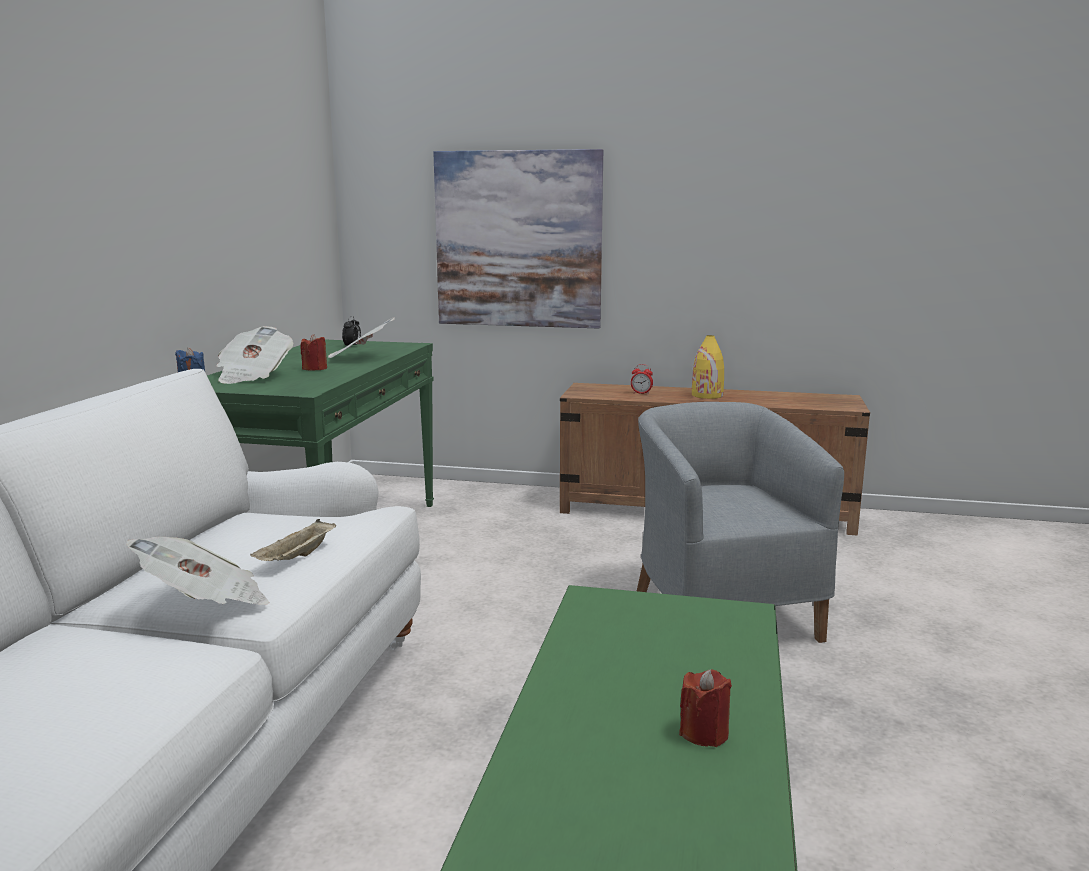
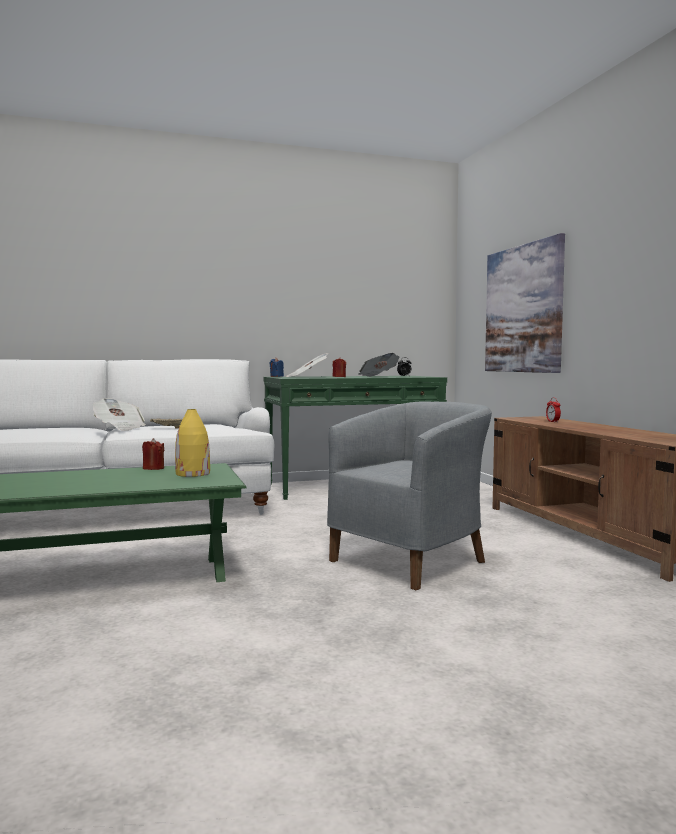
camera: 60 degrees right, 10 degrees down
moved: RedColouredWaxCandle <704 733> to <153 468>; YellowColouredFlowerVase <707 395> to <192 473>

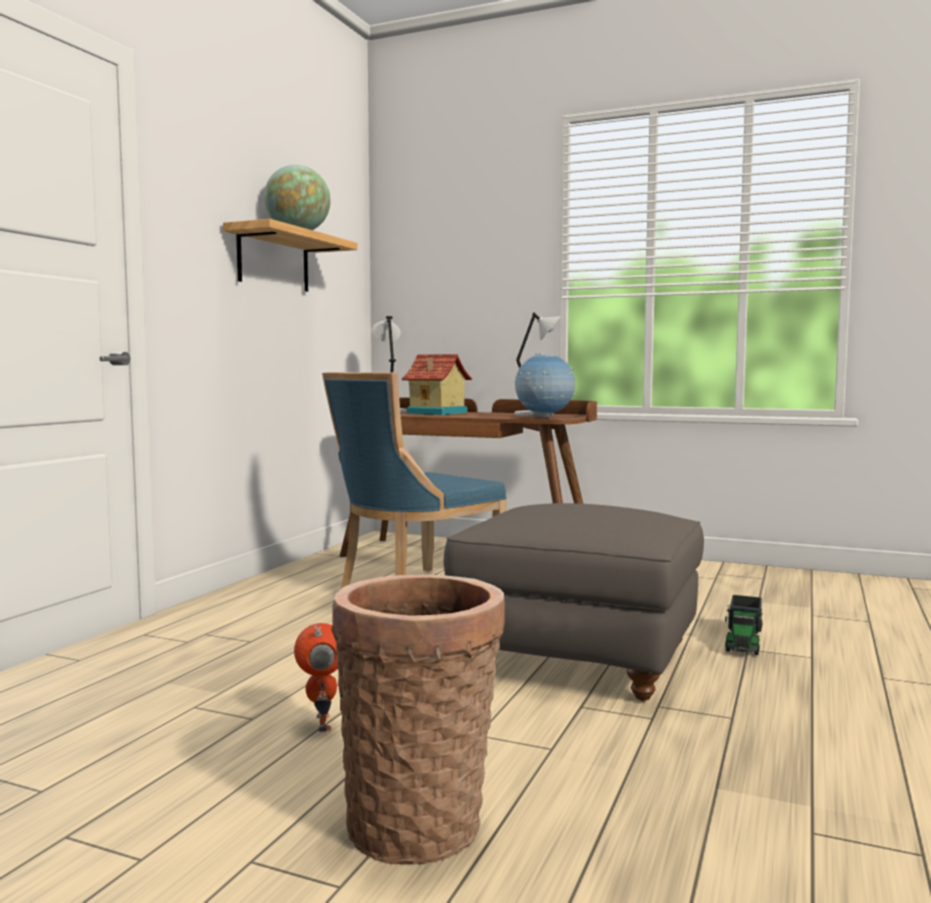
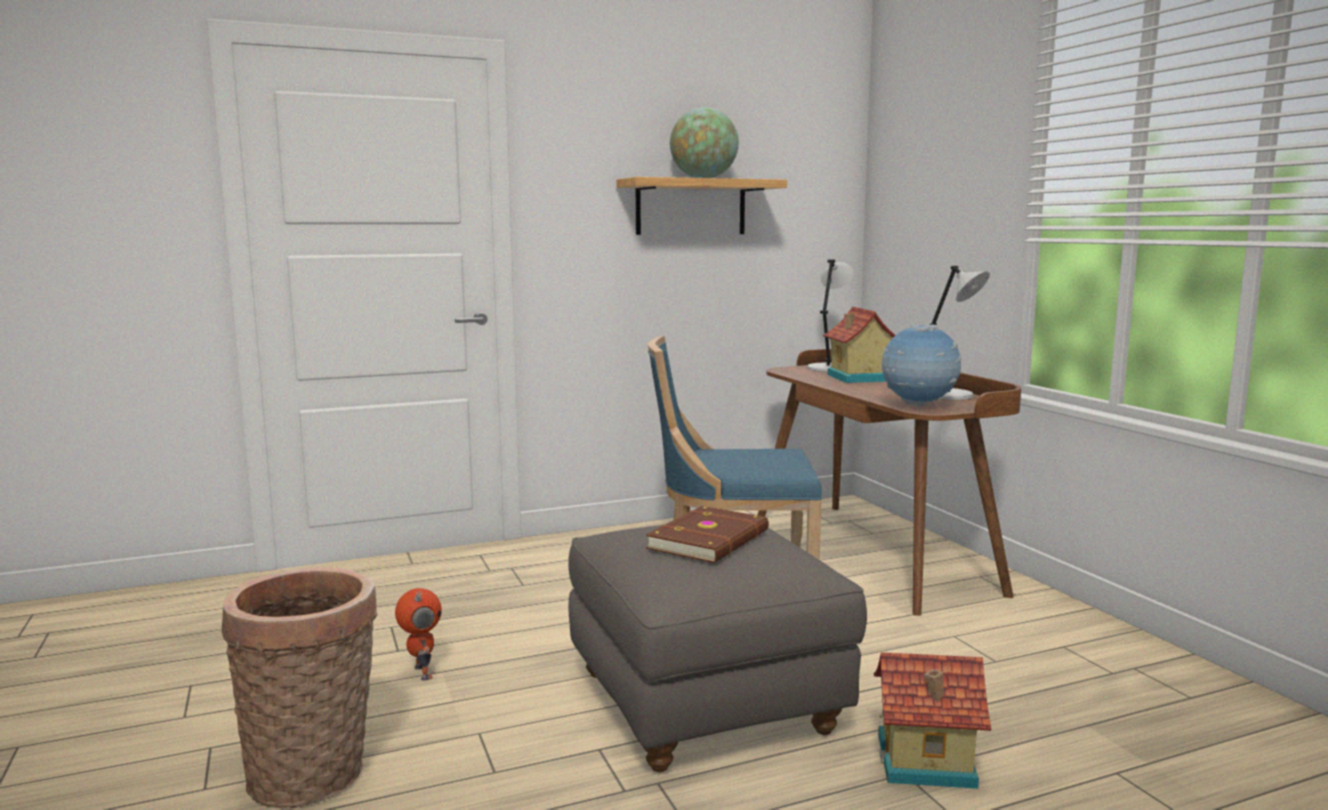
camera: 45 degrees right, 5 degrees up
added: BrownishBook <711 540>
replaced: ToyLorry <744 640> to ToyHouse <926 762>
turned: ModelRobot <321 723> = <421 673> 60 degrees counterclockwise

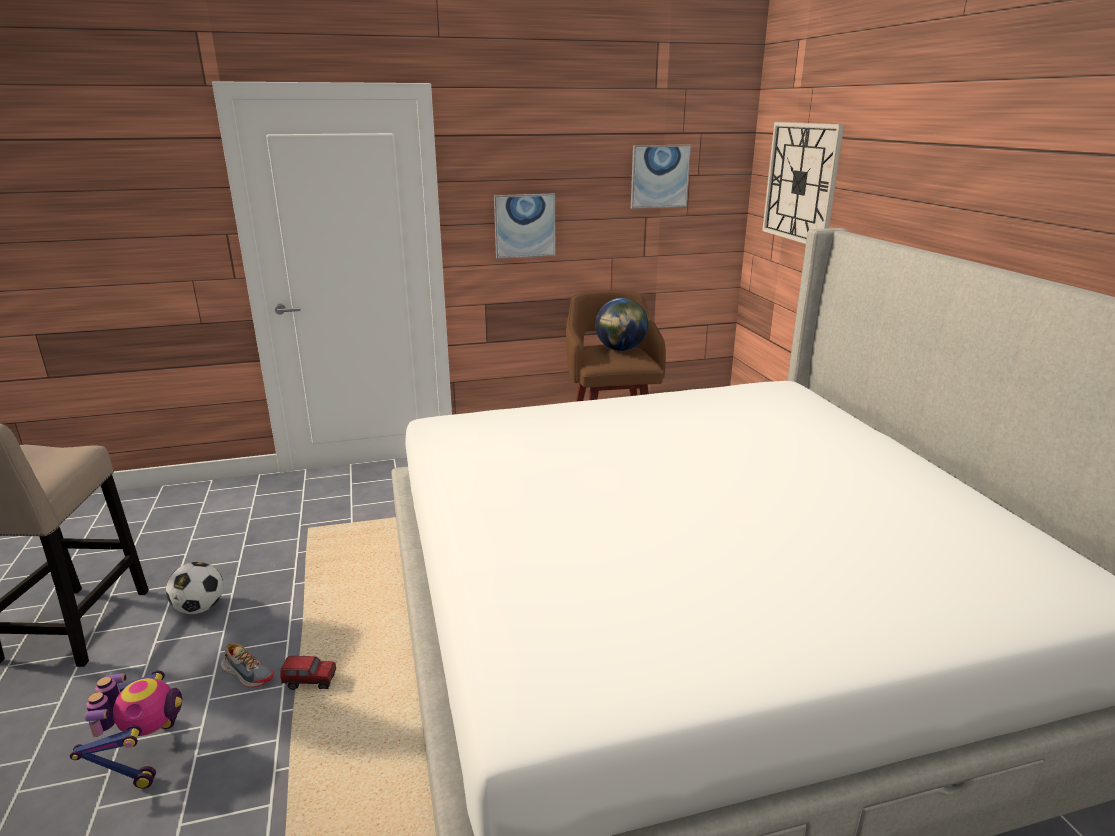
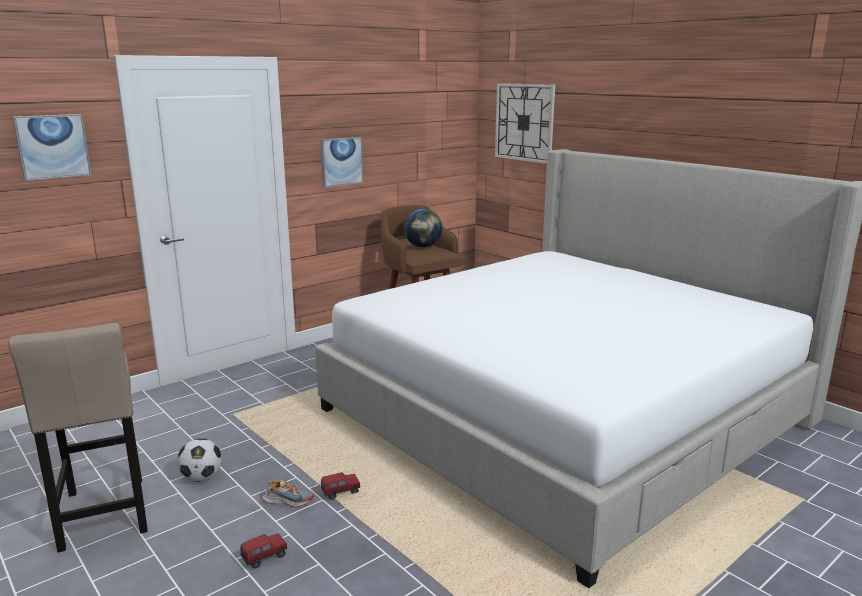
camera: 25 degrees left, 5 degrees down
moved: WallArt <659 176> to <52 146>
replaced: ModelRobot <145 754> to ToyLorry <264 558>

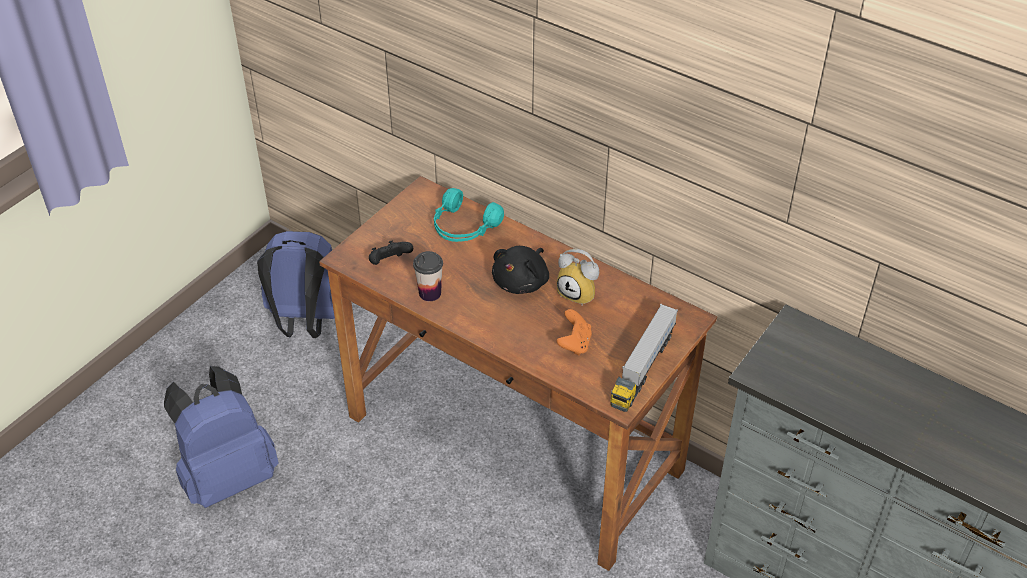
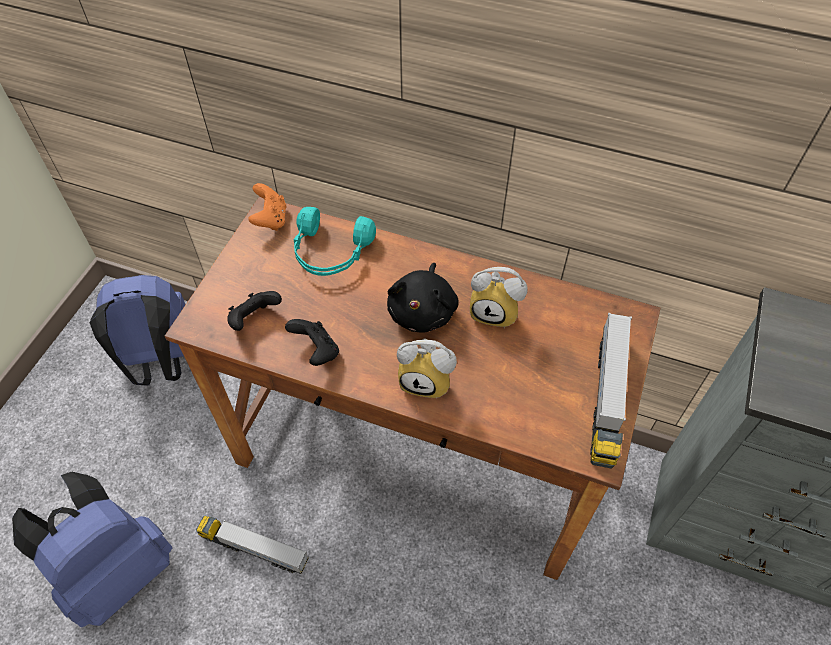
camera: 15 degrees left, 10 degrees up
added: ToyLorry <254 549>; TableClock <427 380>
moved: OrangeyGameController <574 344> to <270 219>
replaced: Cup <430 293> to BlackishGameController <316 351>

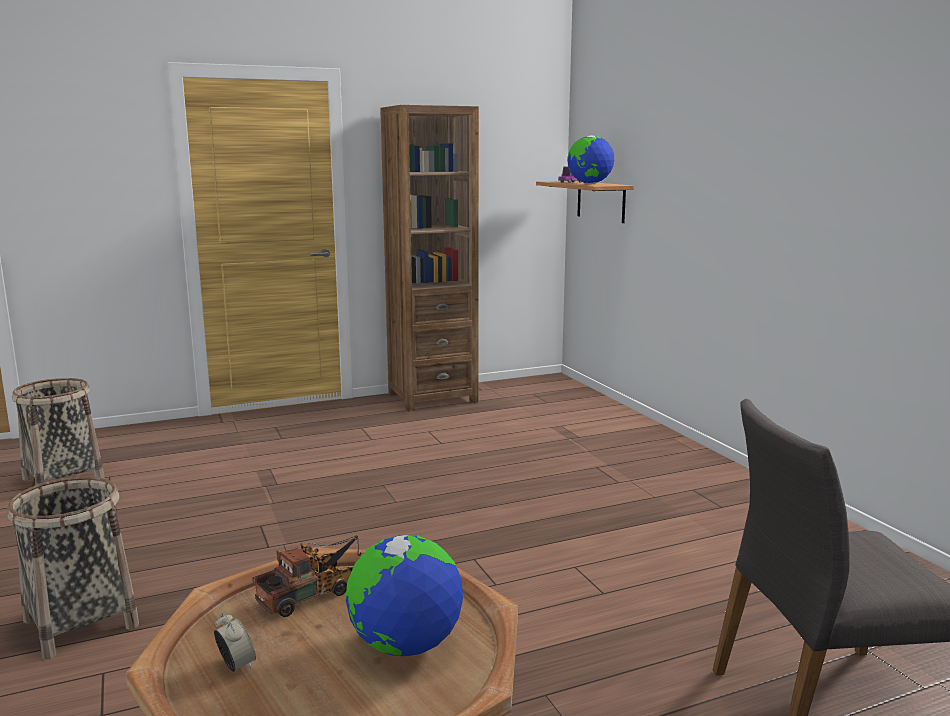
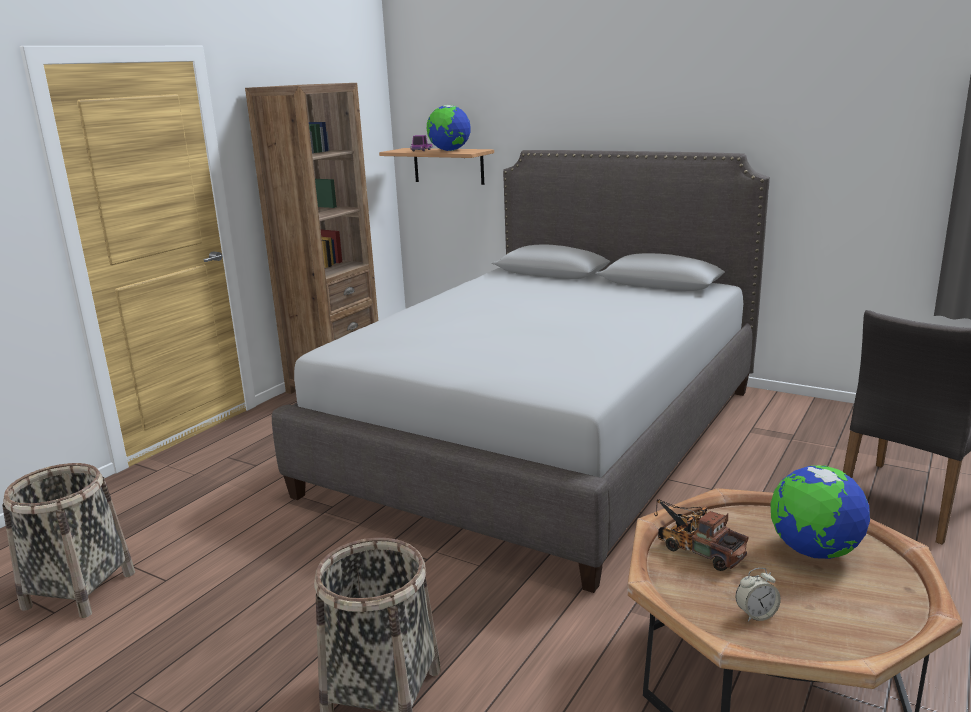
camera: 35 degrees left, 5 degrees up
added: GreyBed <545 438>
turned: TableClock <236 666> = <756 614> 150 degrees clockwise; ToyLorry <313 594> = <695 549> 60 degrees counterclockwise

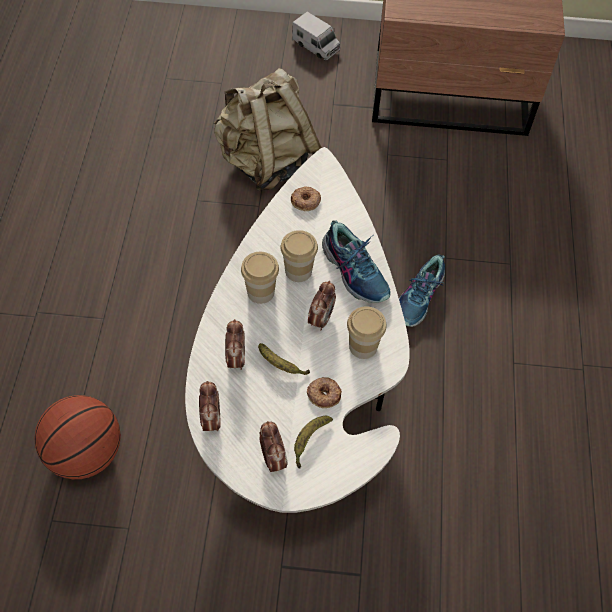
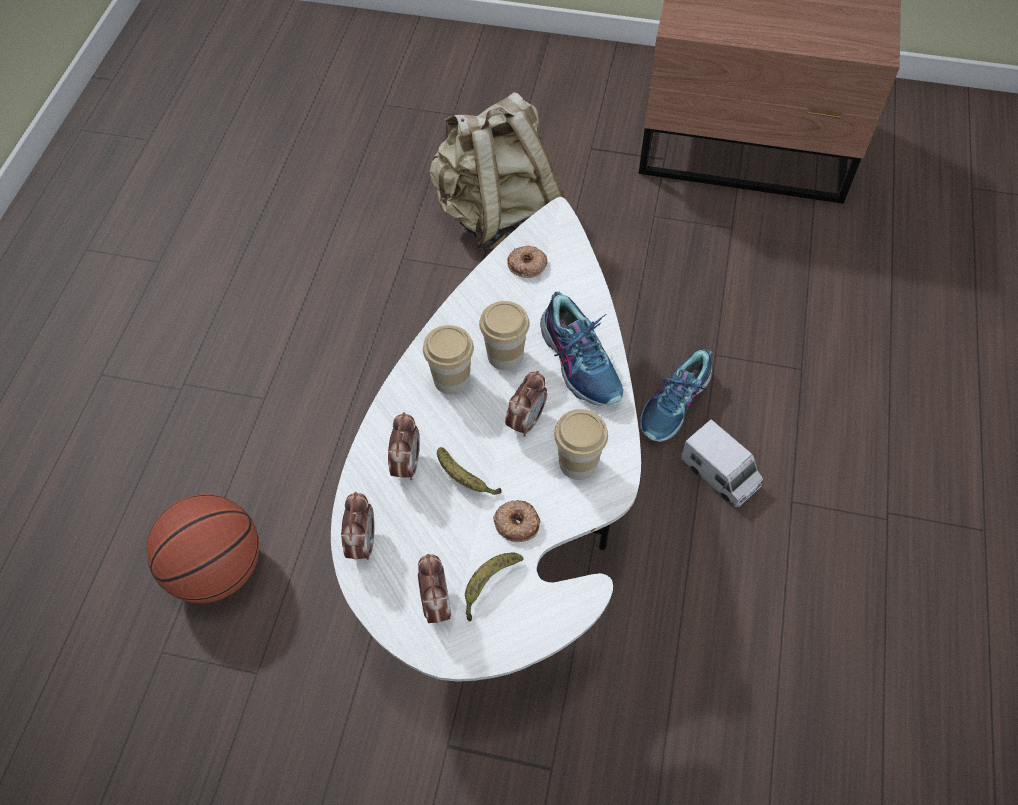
camera: 10 degrees right, 0 degrees up
moved: ToyLorry <316 46> to <719 474>

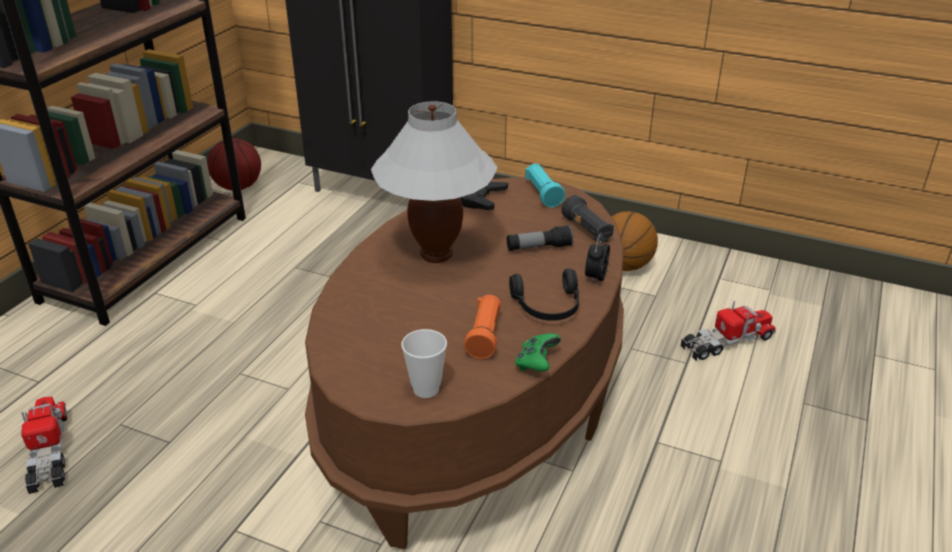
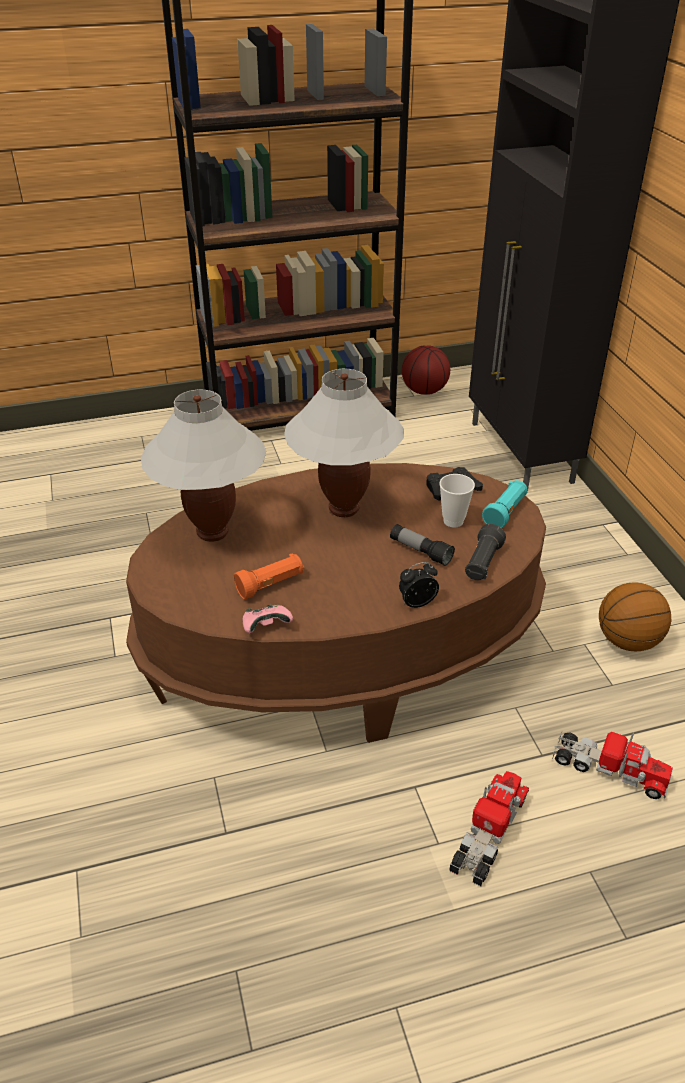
camera: 50 degrees right, 5 degrees up
removed: BlackishHeadphones <547 307>
added: WhiteTabletopLamp <213 532>
moved: ToyLorry <49 451> to <489 833>; Cup <426 389> to <453 521>
recoloured: GreenishGameController <536 363> to PinkColouredGameController <266 627>

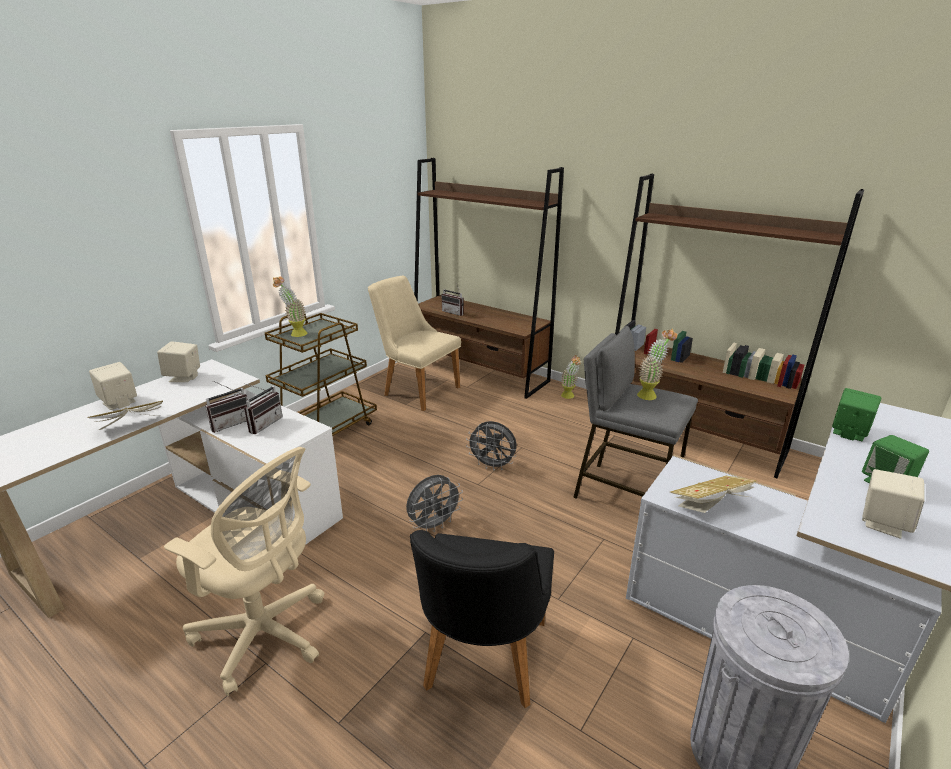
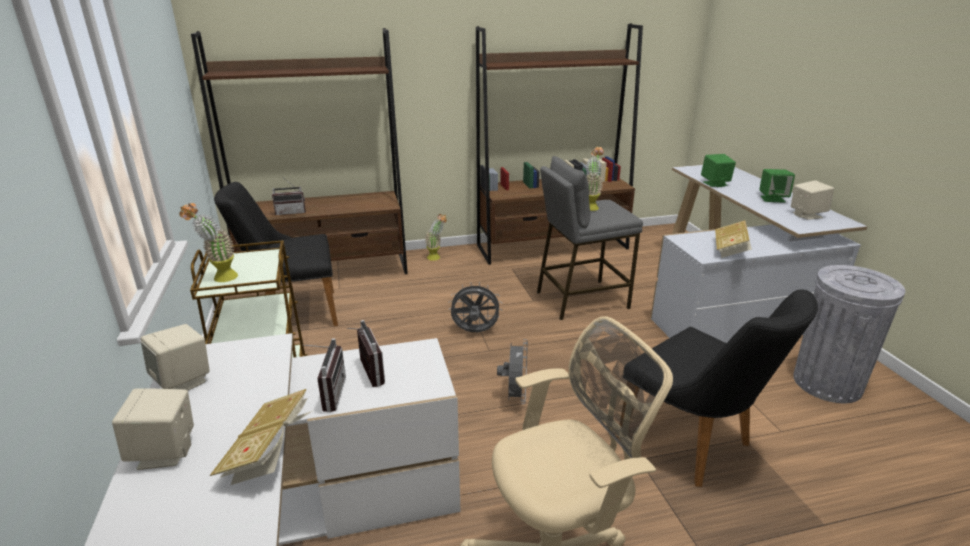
camera: 50 degrees left, 0 degrees up
recoloured: BeigeUprightChair <415 389> to BlackishUprightChair <293 313>
turned: GreyElectricFan <492 466> = <475 332> 150 degrees counterclockwise

